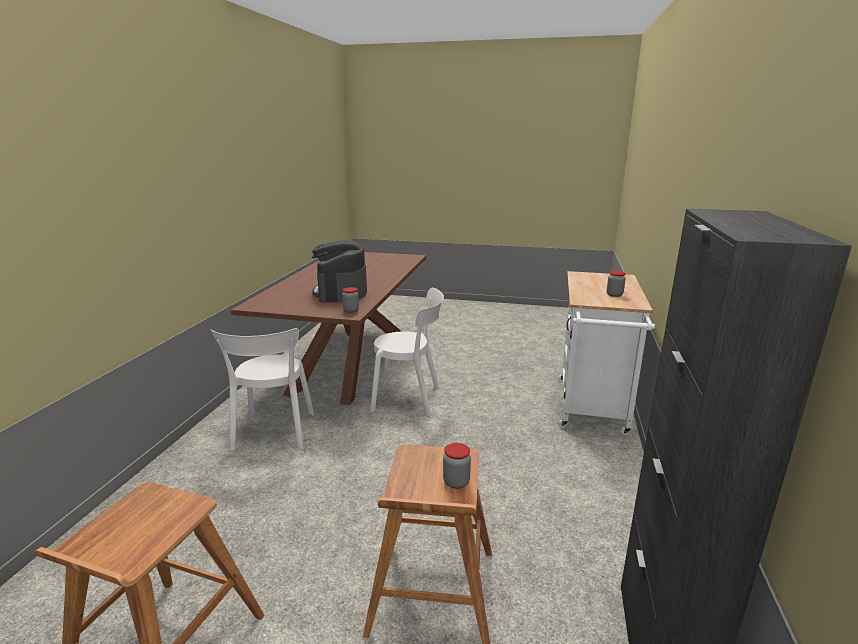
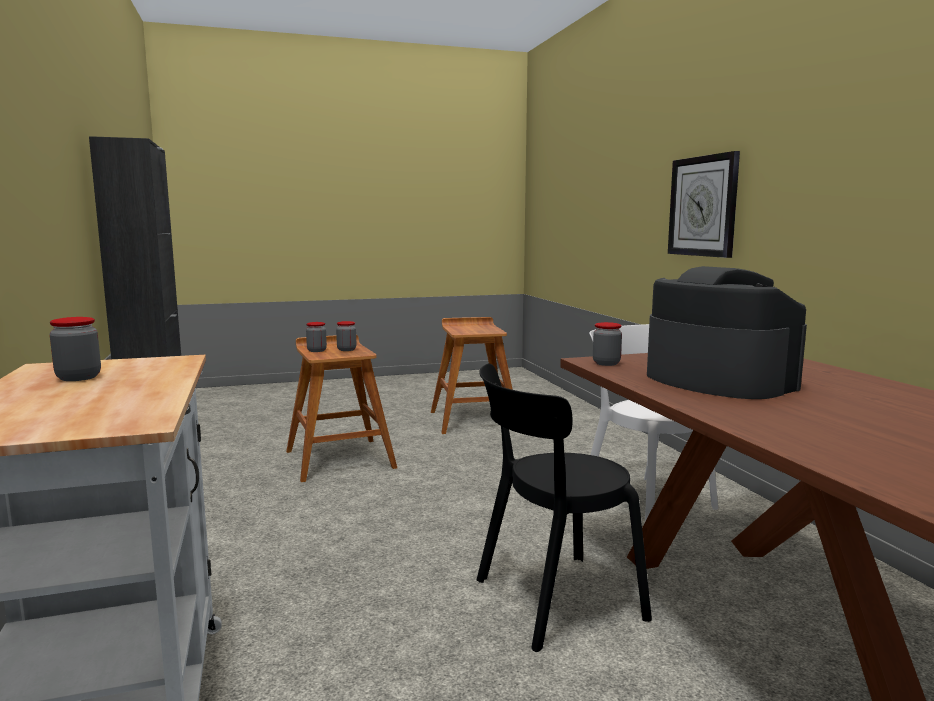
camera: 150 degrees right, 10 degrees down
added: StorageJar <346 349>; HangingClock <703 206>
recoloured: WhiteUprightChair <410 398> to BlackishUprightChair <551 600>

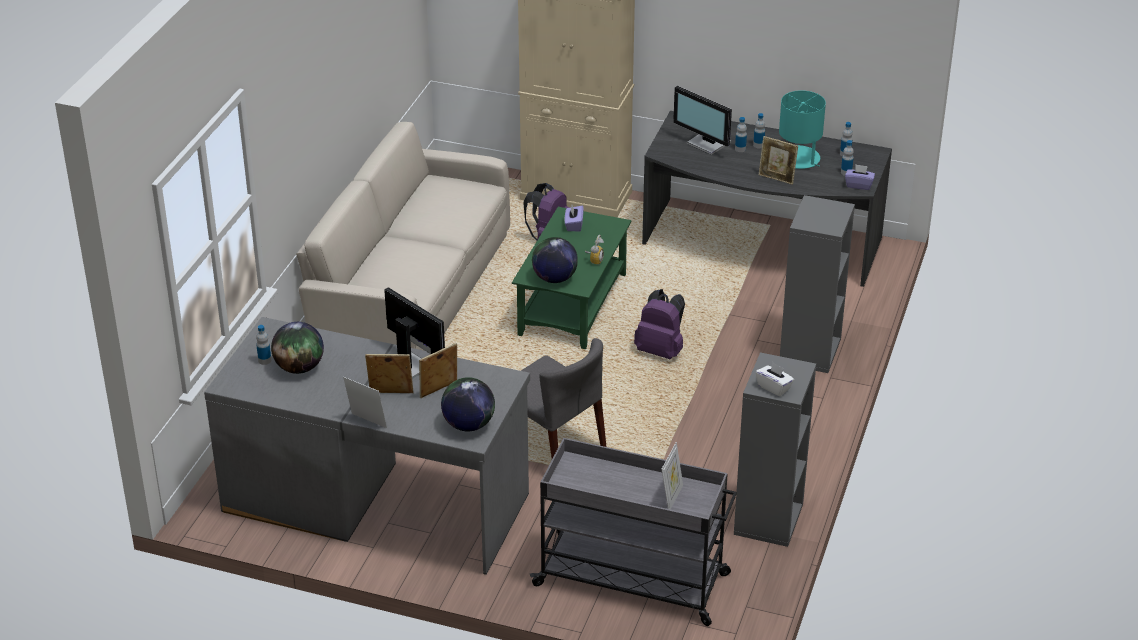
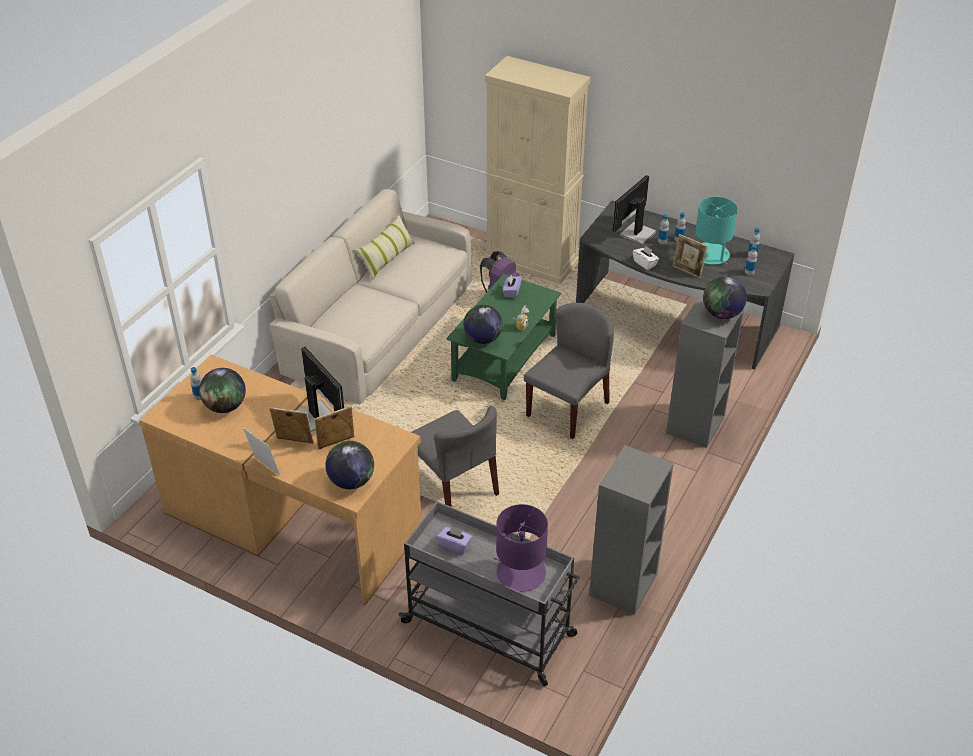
camera: 10 degrees right, 5 degrees up
added: ThrowPillow <387 259>; DeskGlobe <722 314>
moved: WhiteBoxOfTissues <774 387> to <645 263>; PurpleColouredBoxOfTissues <859 185> to <455 545>
replaced: PurpleColouredRucksack <661 350> to GreyUprightChair <567 409>; StandingFrame <671 497> to PurpleColouredTabletopLamp <520 573>
recoloured: GreyDesk <377 501> to BrownishDesk <293 520>
turned: ComputerDisplay <708 144> = <636 233> 75 degrees clockwise

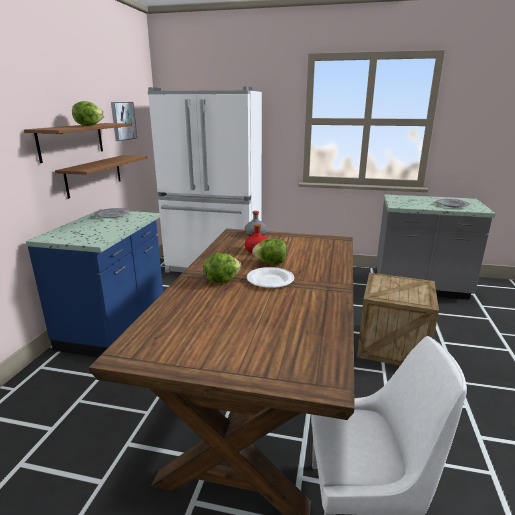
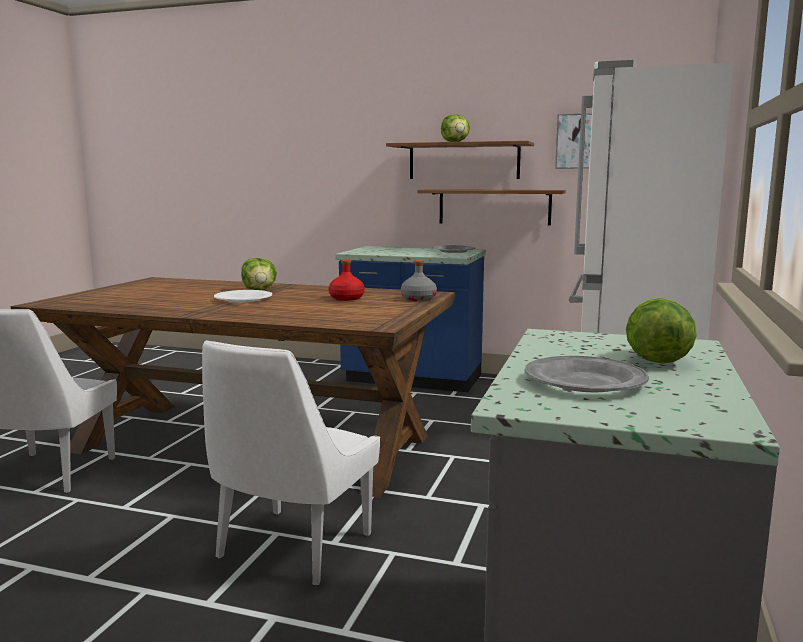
camera: 95 degrees right, 10 degrees down
moved: HeadOfLettuce <270 263> to <656 360>
replaced: PackingCrate <392 345> to WhiteUprightChair <291 548>

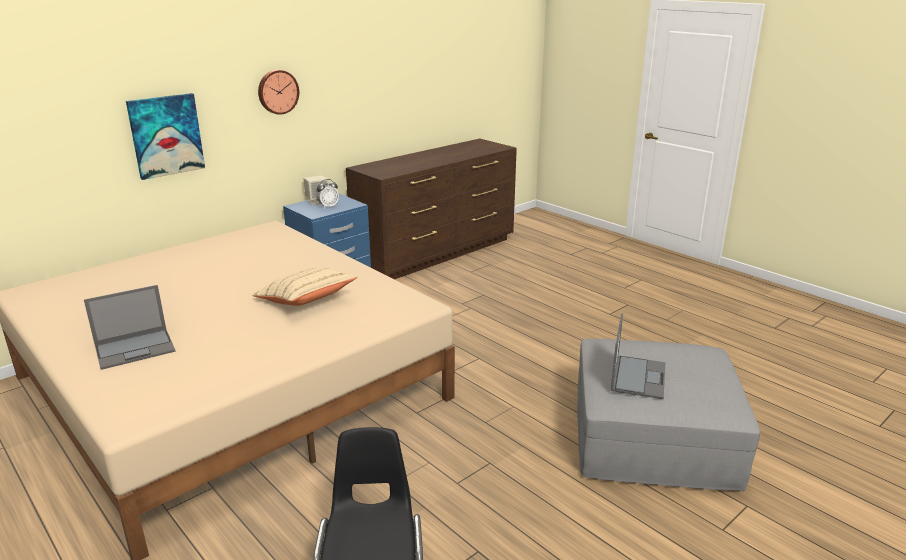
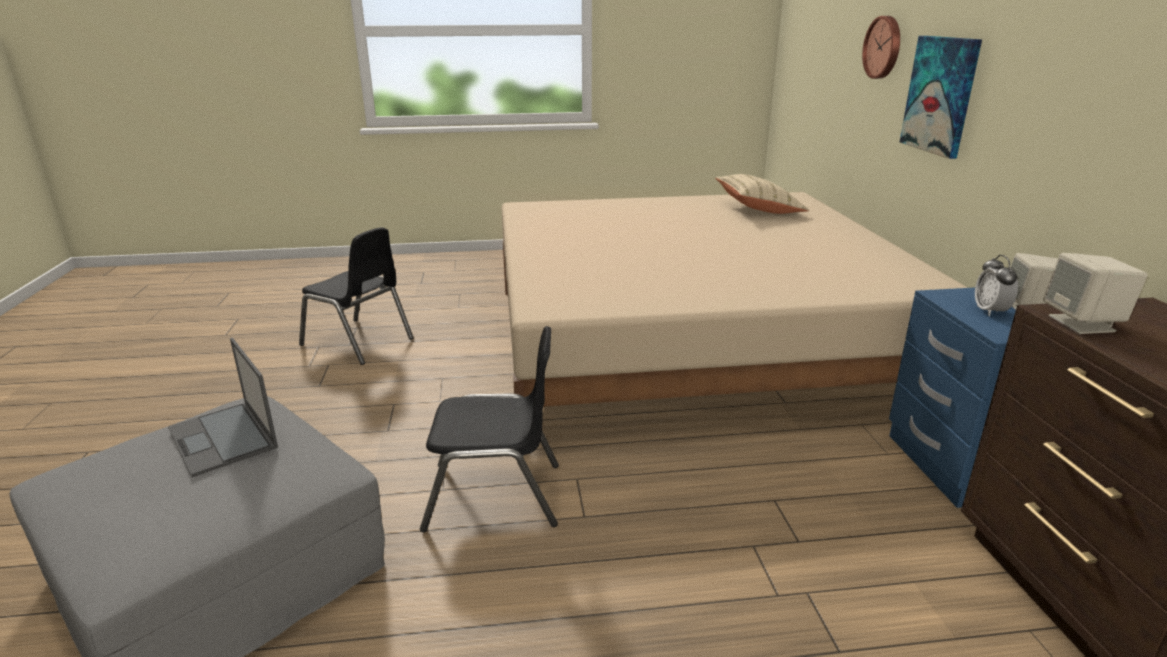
camera: 125 degrees right, 0 degrees up
removed: NotebookComputer <136 348>
added: BlackishUprightChair <495 496>; BeigeSpeaker <1082 324>
moved: BeigeThrowPillow <306 301> to <758 209>; HangingClock <277 91> to <884 47>

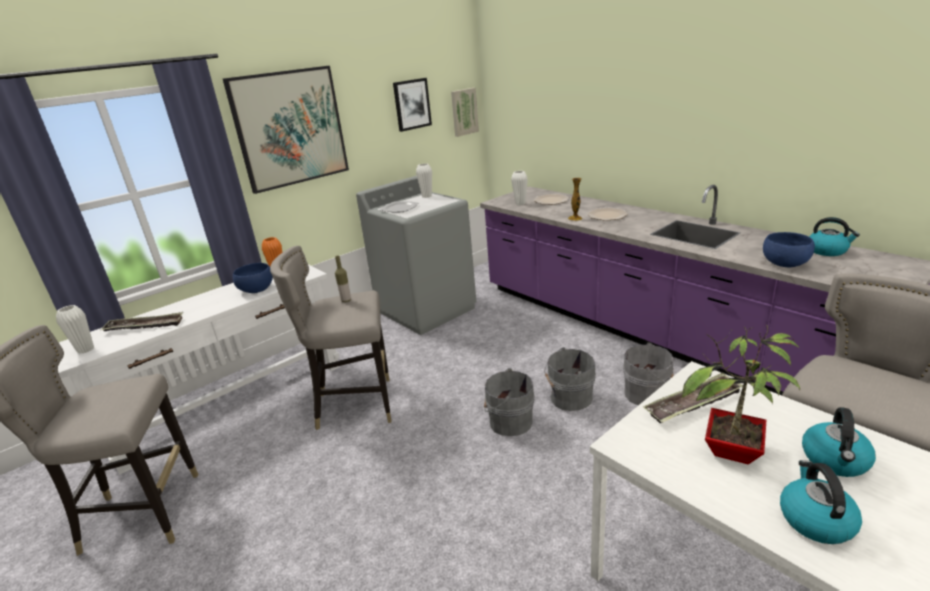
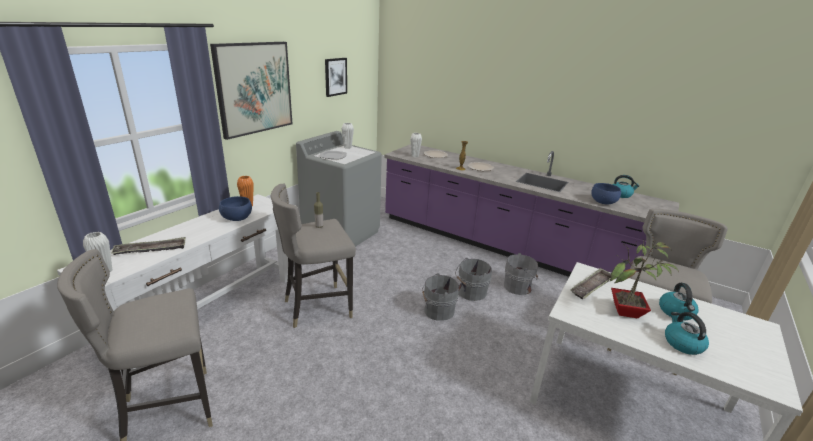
camera: 20 degrees left, 0 degrees up
removed: WallArt <463 112>

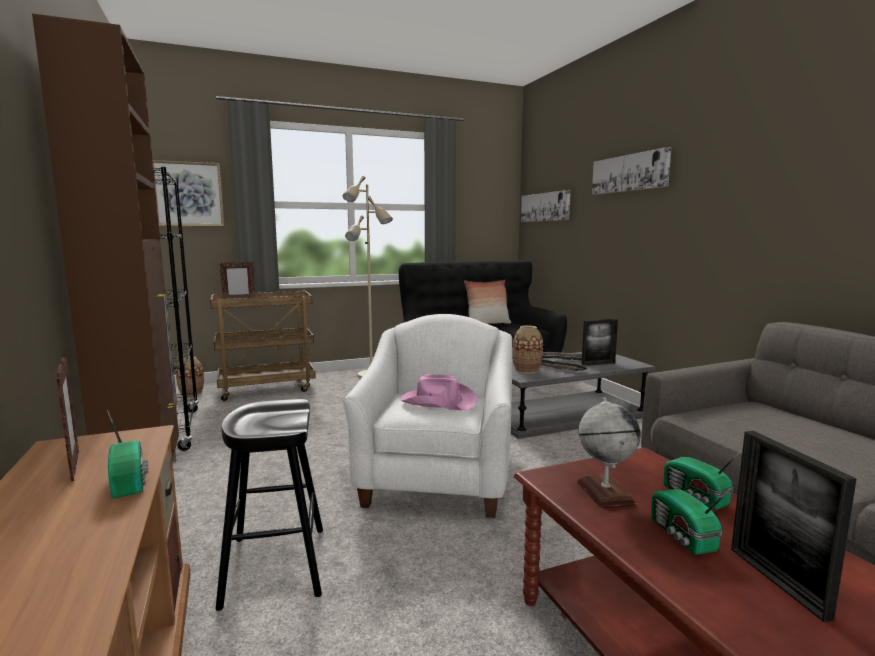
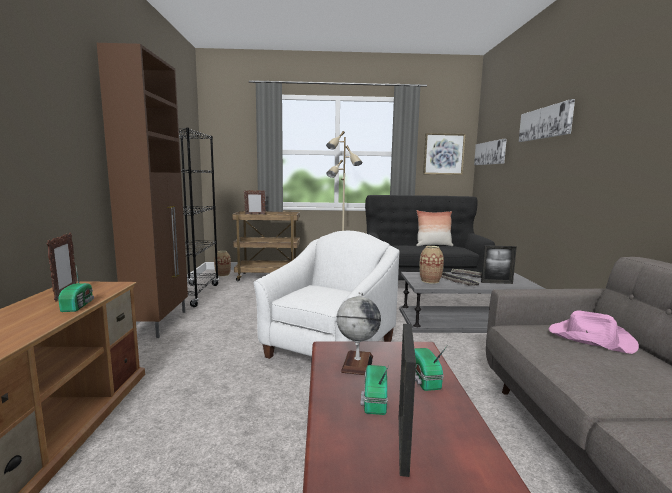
camera: 20 degrees right, 0 degrees up
removed: BlackishSittingStool <275 566>
moved: WallArt <188 194> to <443 154>; PinkColouredWearableHat <438 401> to <590 338>

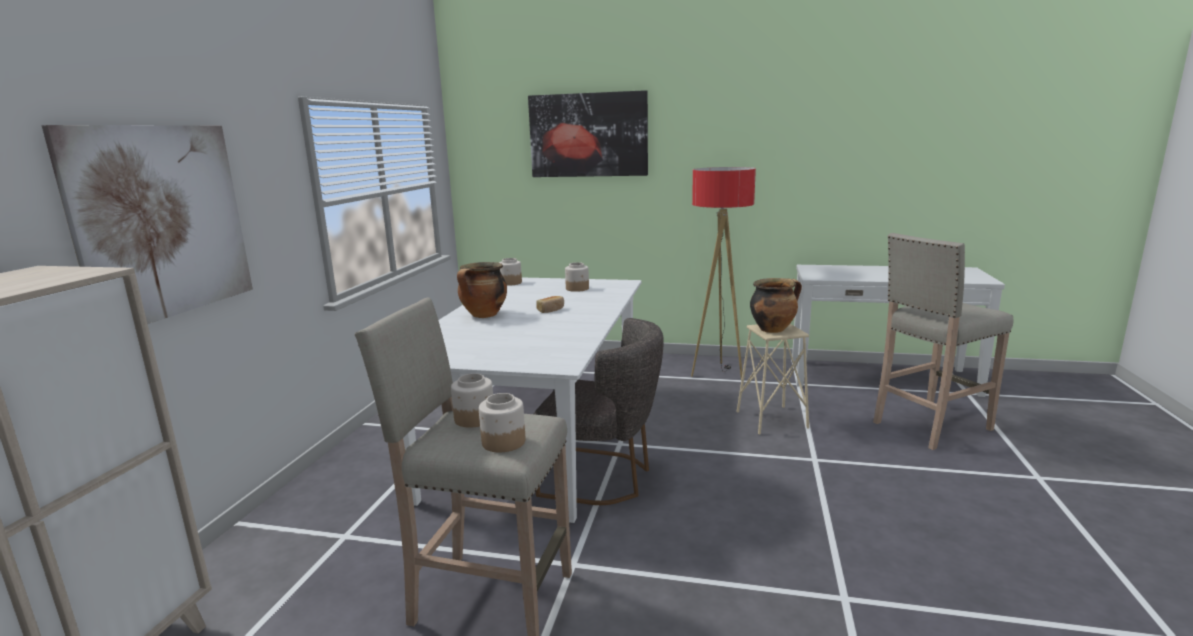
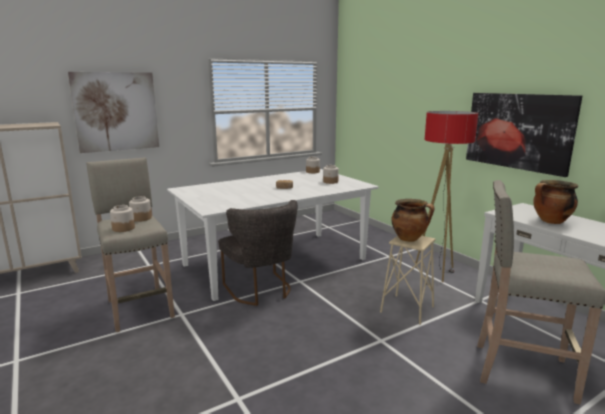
camera: 45 degrees right, 0 degrees up
moved: Saucepot <484 315> to <551 221>; WallArt <588 135> to <518 131>

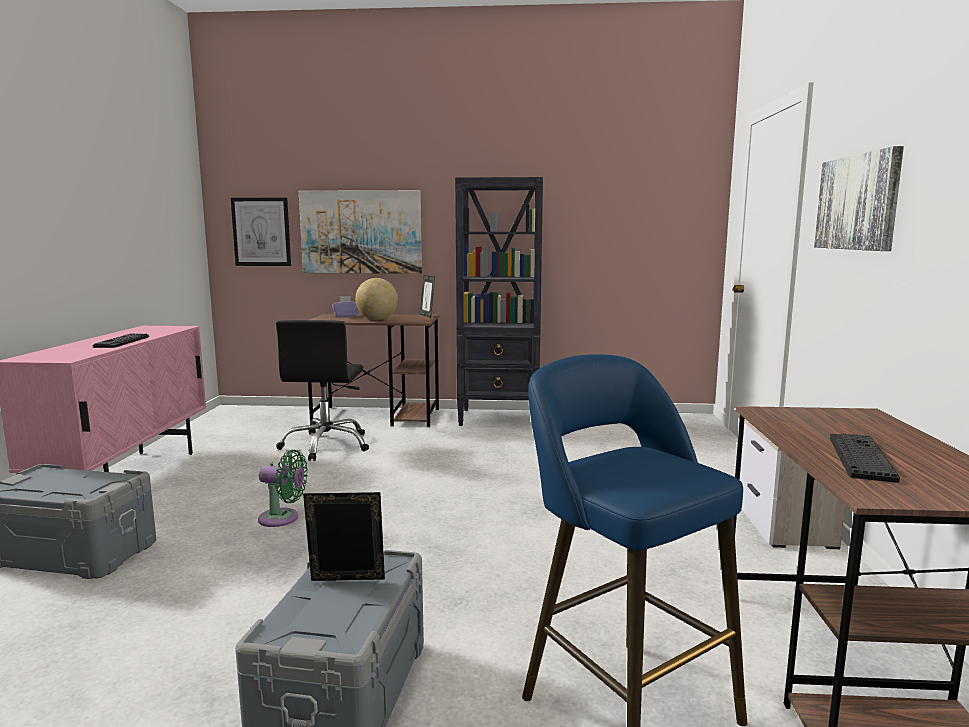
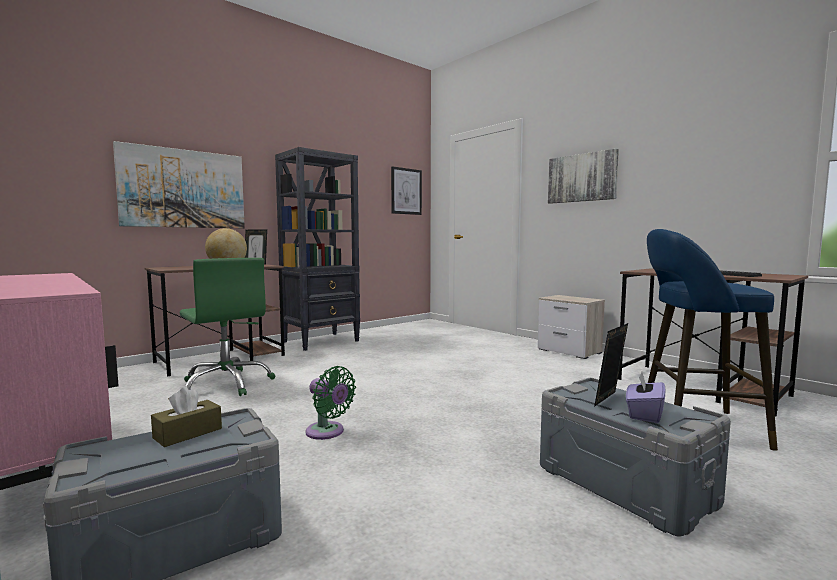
camera: 45 degrees left, 5 degrees down
removed: ComputerKeyboard <122 342>
added: BrownishBoxOfTissues <188 433>
moved: WallArt <261 232> to <406 191>; PurpleColouredBoxOfTissues <346 316> to <644 414>
recoloured: BlackishOfficeChair <326 445> to GreenishOfficeChair <227 384>
turned: GreenishElectricFan <283 518> = <327 432> 75 degrees clockwise

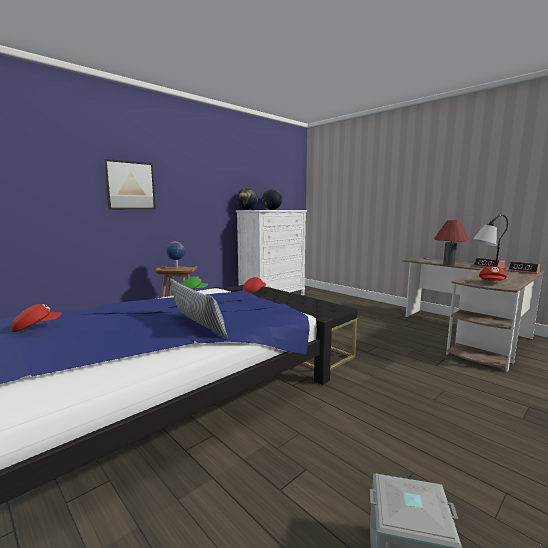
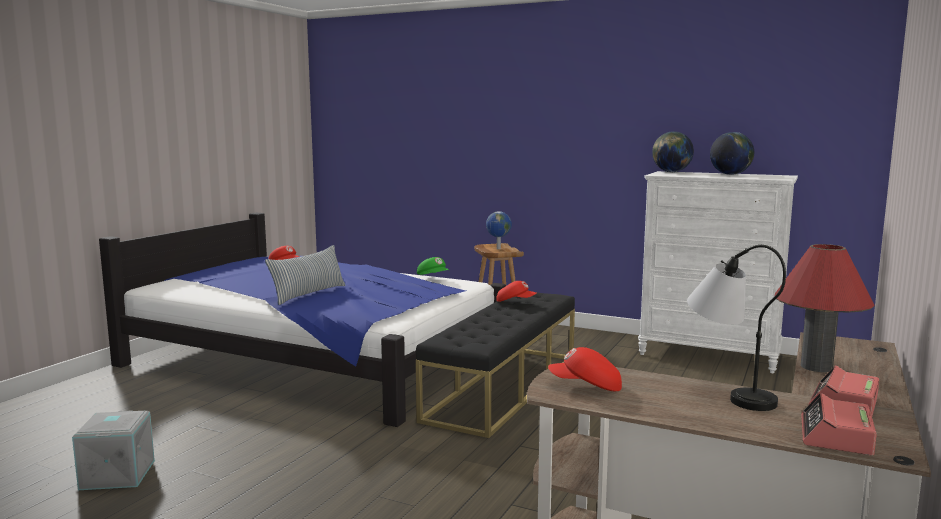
camera: 70 degrees right, 0 degrees up
removed: WallArt <130 185>

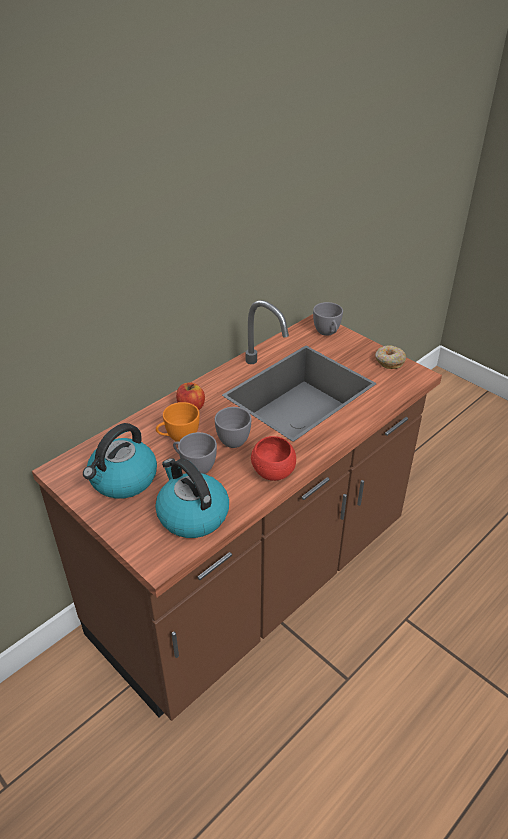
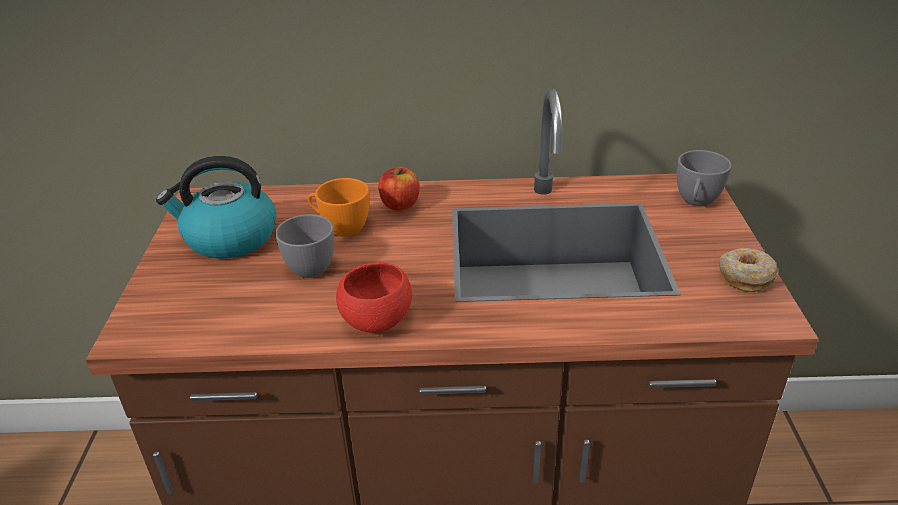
camera: 45 degrees right, 5 degrees down
removed: Kettle <192 515>; GreyCup <234 438>

